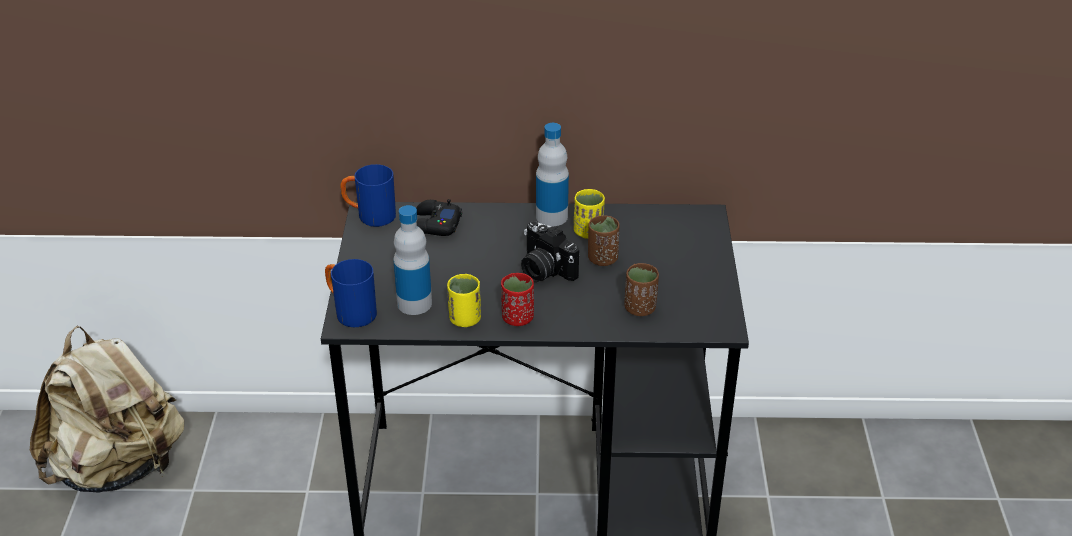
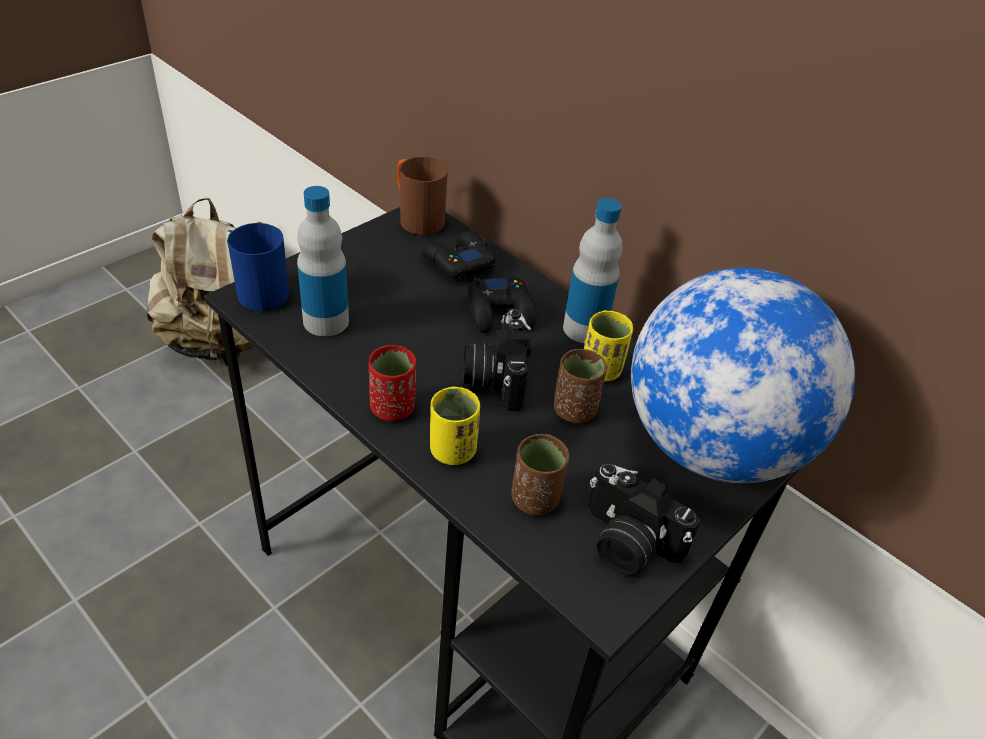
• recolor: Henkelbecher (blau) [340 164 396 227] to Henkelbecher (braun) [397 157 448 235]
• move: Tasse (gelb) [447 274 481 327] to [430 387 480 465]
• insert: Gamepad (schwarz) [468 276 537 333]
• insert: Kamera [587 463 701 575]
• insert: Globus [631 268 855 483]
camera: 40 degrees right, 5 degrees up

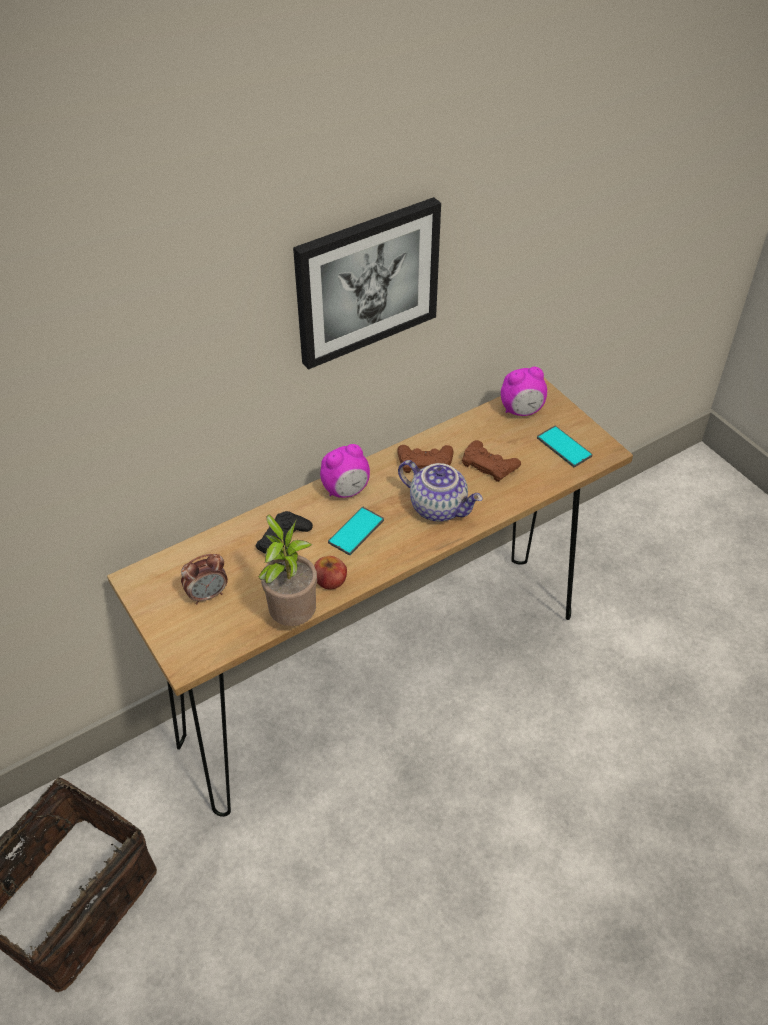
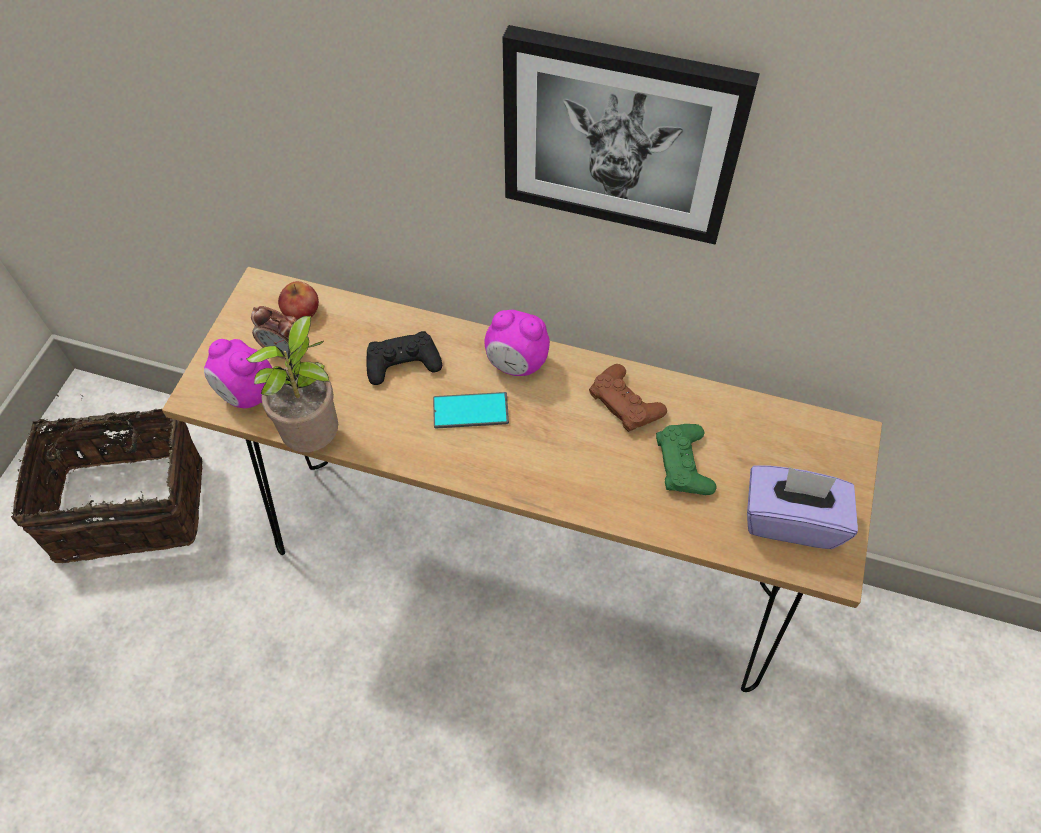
• move: Apfel [314 556 347 590] to [278 281 319 319]
• delete: Teekanne [398 460 483 521]
• recolor: Gamepad (braun) [462 440 521 482] to Gamepad (grün) [656 424 717 495]
• move: Wecker [501 367 547 416] to [204 339 272 408]
• replace: Handy [537 426 592 467] to Taschentuchbox (lila) [747 465 858 549]
camera: 50 degrees right, 10 degrees up

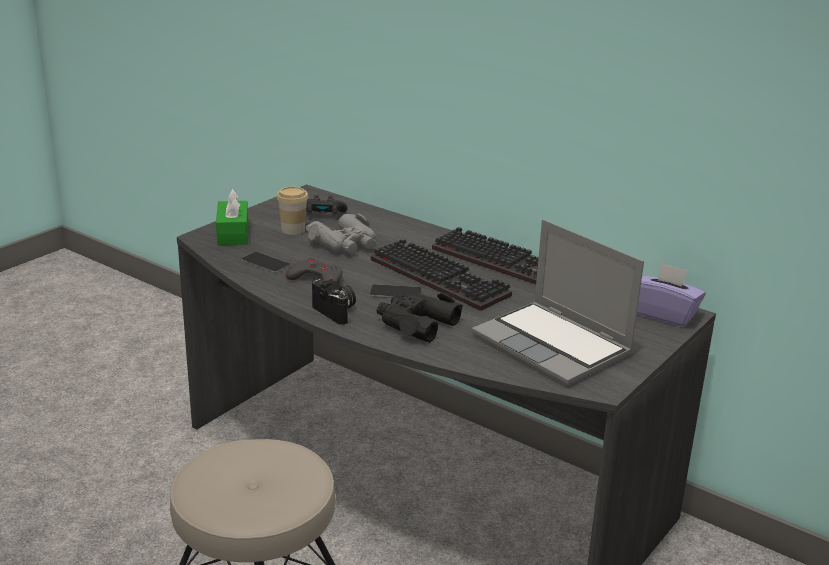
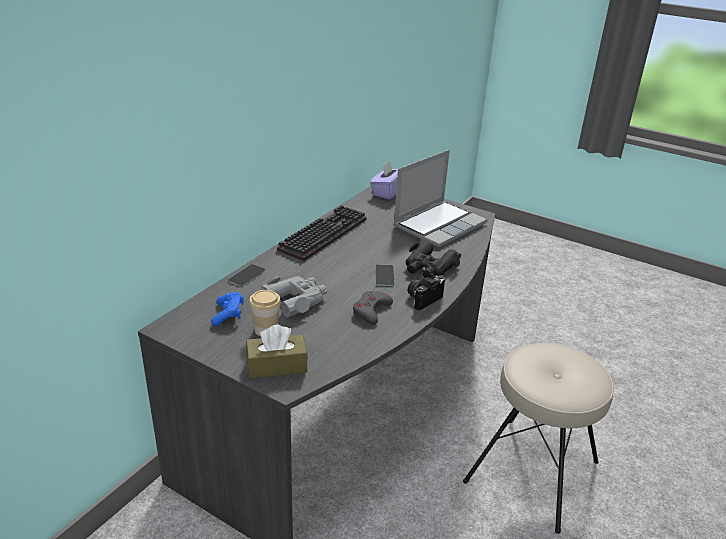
• recolor: Taschentuchbox (grün) [216 189 249 245] to Taschentuchbox (braun) [246 325 308 378]
• move: Handy [241 252 290 273] to [228 264 265 287]
• recolor: Gamepad (schwarz) [306 194 347 216] to Gamepad (blau) [211 292 244 326]
• delete: Tastatur [371 239 512 311]
camera: 95 degrees left, 5 degrees up

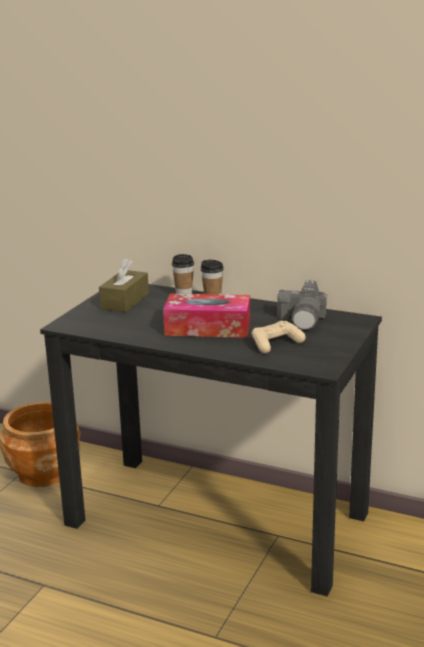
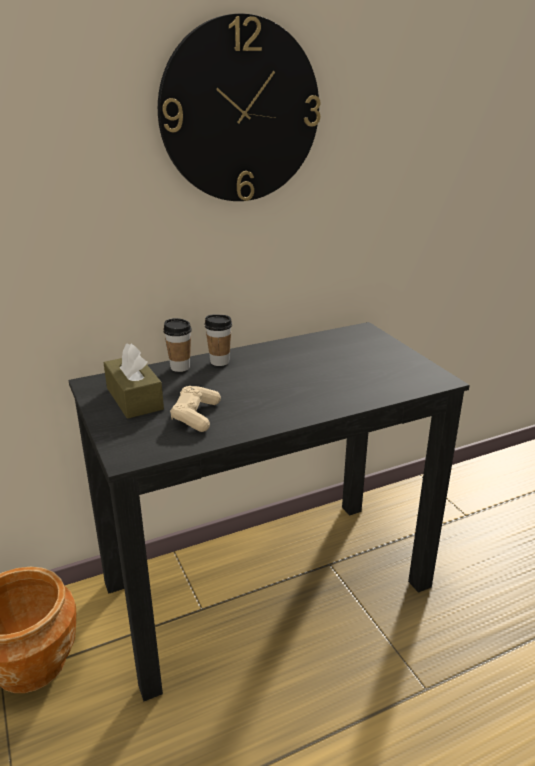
• delete: Taschentuchbox [163 293 250 338]
• move: Gamepad (beige) [252 321 306 354] to [170 386 221 432]
• delete: Kamera [277 281 328 330]
• insert: Wanduhr [158 14 320 201]
camera: 50 degrees left, 5 degrees up

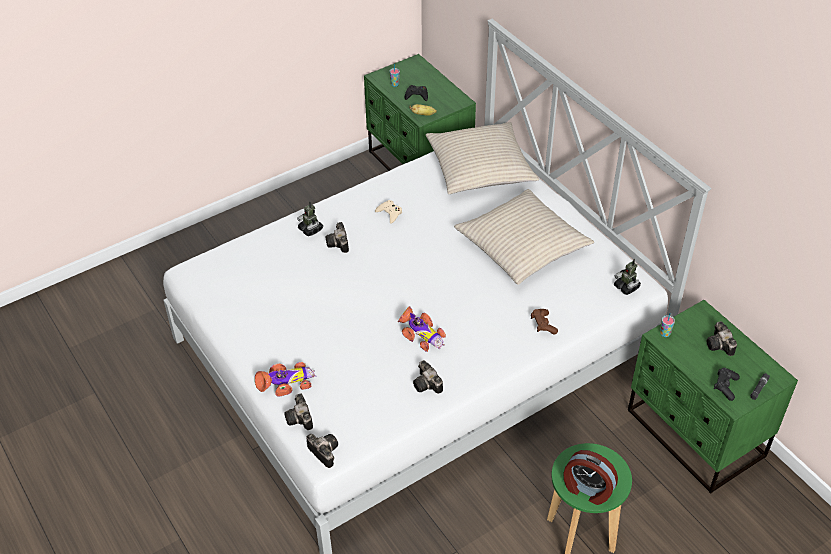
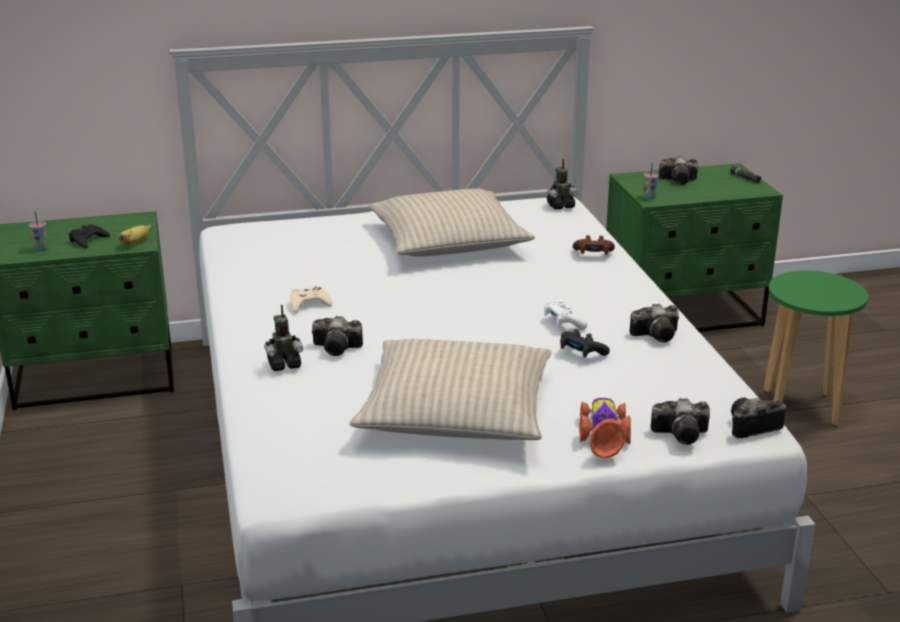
• replace: Spielzeugauto [398 306 446 352] to Gamepad (weiß) [544 300 587 330]
• move: Kissen (beige) [426 122 539 194] to [349 339 552 440]
• delete: Wecker [563 450 618 505]
• move: Gamepad (schwarz) [714 368 740 401] to [560 329 610 358]
camera: 70 degrees left, 20 degrees down

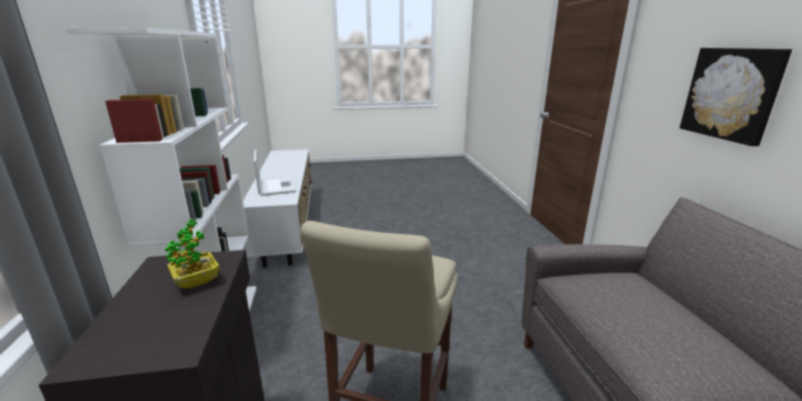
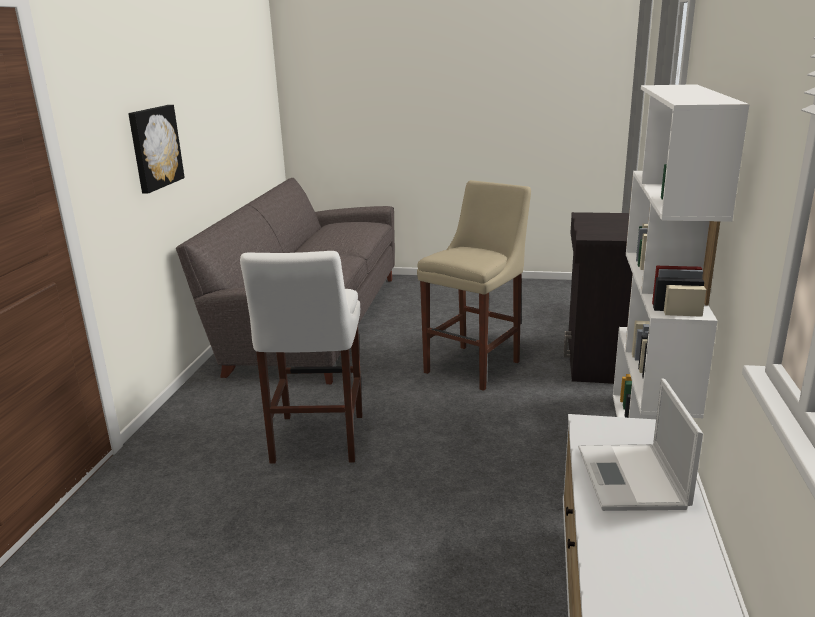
• delete: Topfpflanze [165 219 220 289]
• insert: Hocker (weiß) [240 251 362 464]
camera: 160 degrees left, 0 degrees up

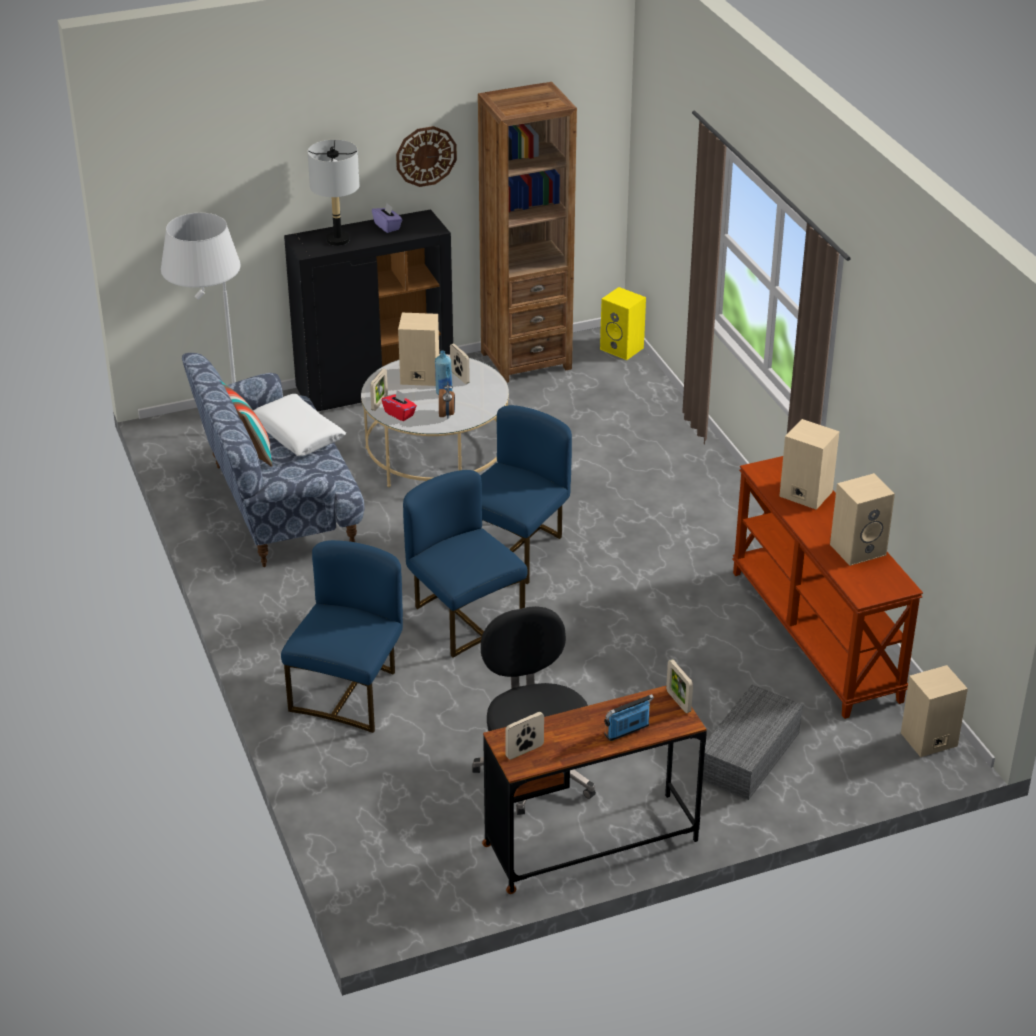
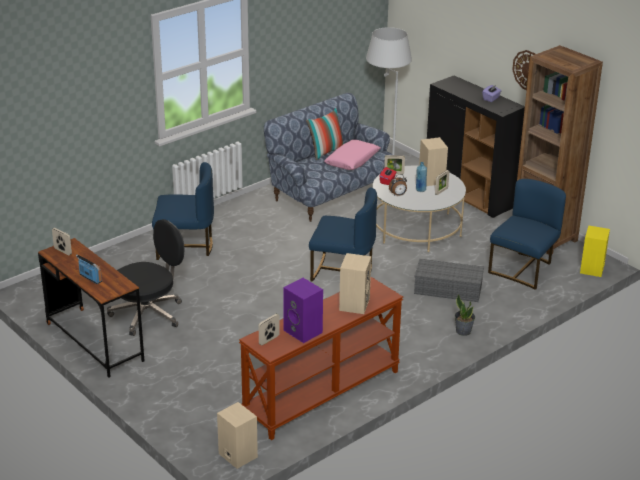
• recolor: Kissen (weiß) [253 394 346 456] to Kissen (rosa) [324 140 380 170]
• delete: Tischlampe (grau) [307 140 360 246]
• move: Stuhl (blau) [403 470 528 658] to [488 179 566 290]
• move: Bilderrahmen [666 659 693 713] to [259 314 280 346]
• move: Aufbewahrungsbox (grau) [699 685 803 800] to [414 259 484 302]
• recolor: Lautsprecher (beige) [830 473 895 566] to Lautsprecher (lila) [283 278 323 343]
• insert: Topfpflanze [455 294 475 336]
camera: 70 degrees right, 5 degrees down

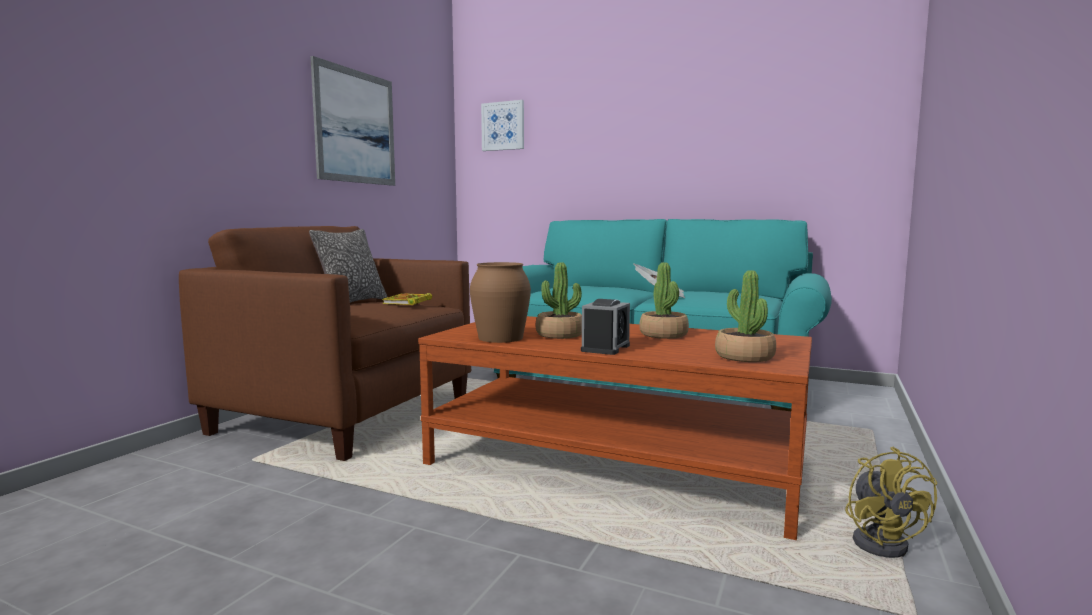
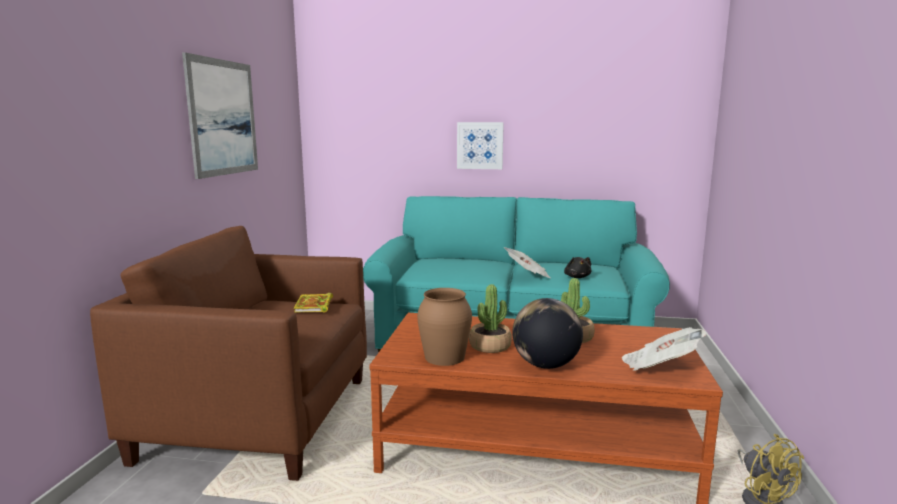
• delete: Kissen [309 229 387 303]
• move: Bild [481 100 524 151] to [457 122 504 169]
• replace: Wecker [581 299 630 355] to Globus [512 298 583 369]
• replace: Topfpflanze [715 270 776 362] to Zeitung [622 327 706 371]
• insert: Plüschtier (schwarz) [564 257 591 278]
camera: 15 degrees left, 5 degrees up

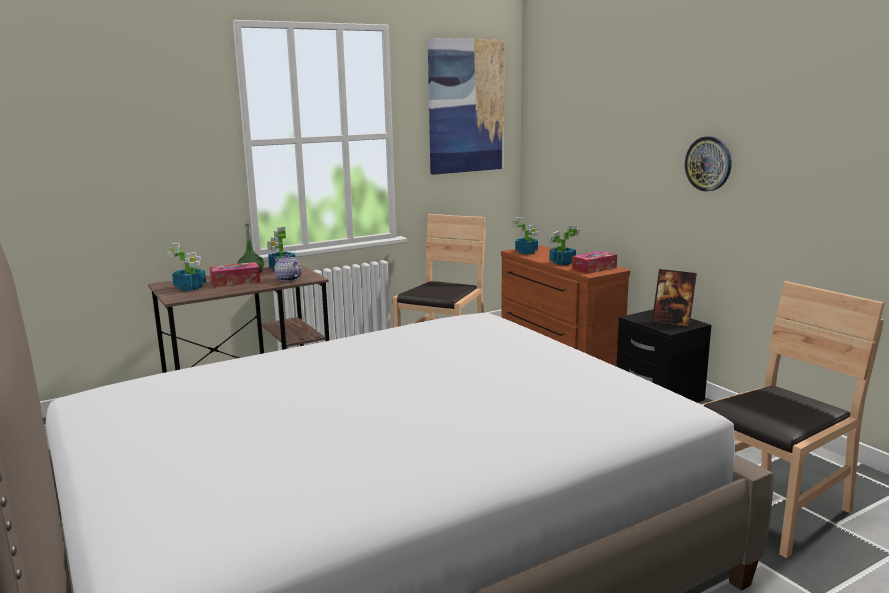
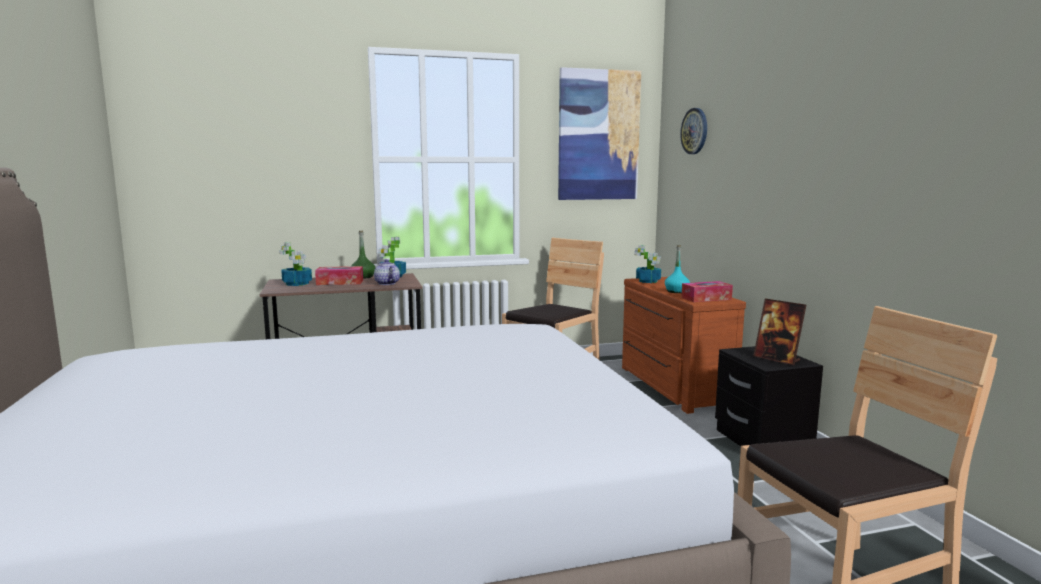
• replace: Topfpflanze [549 225 580 265] to Flasche (türkis) [665 245 690 293]
• move: Wanduhr [685 136 731 191] to [680 108 707 154]
camera: 15 degrees right, 5 degrees down

